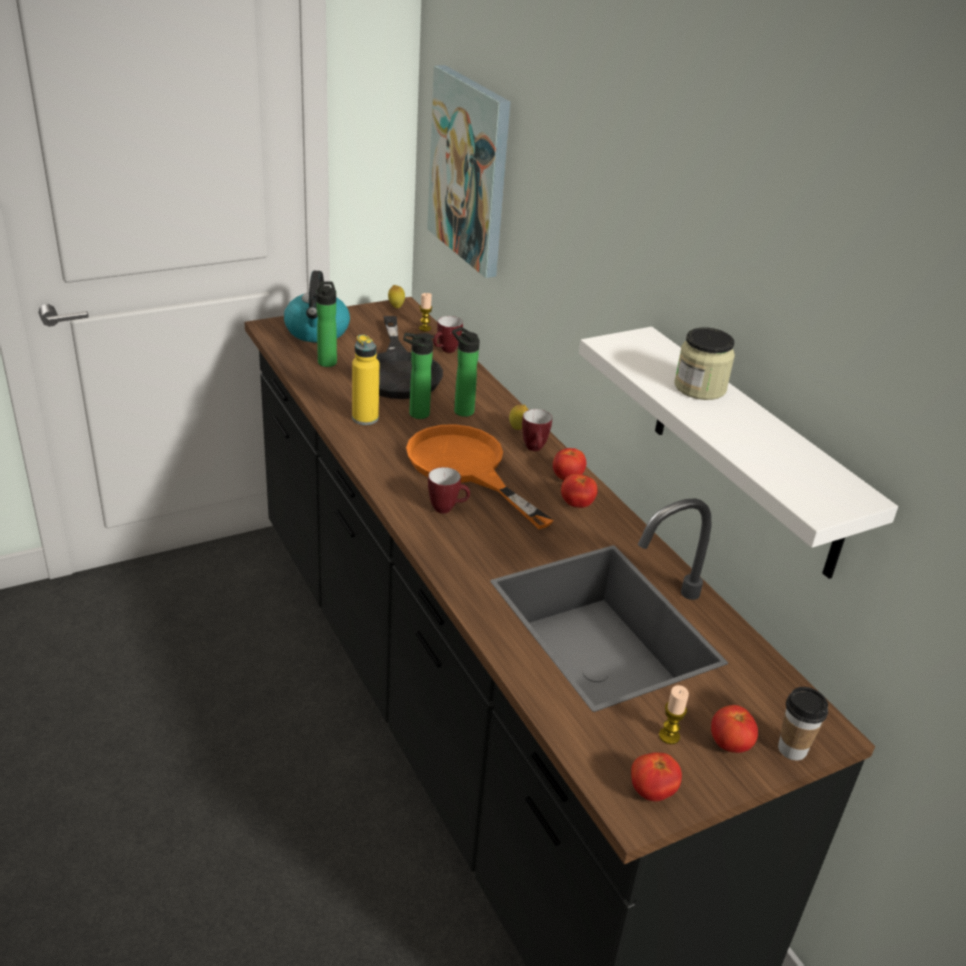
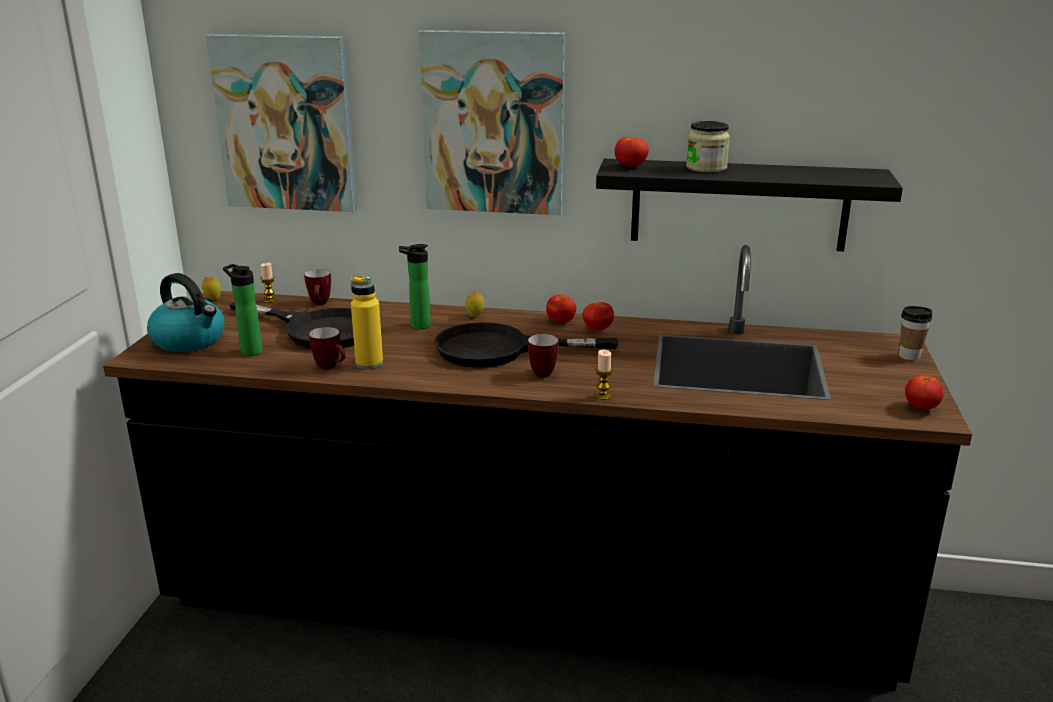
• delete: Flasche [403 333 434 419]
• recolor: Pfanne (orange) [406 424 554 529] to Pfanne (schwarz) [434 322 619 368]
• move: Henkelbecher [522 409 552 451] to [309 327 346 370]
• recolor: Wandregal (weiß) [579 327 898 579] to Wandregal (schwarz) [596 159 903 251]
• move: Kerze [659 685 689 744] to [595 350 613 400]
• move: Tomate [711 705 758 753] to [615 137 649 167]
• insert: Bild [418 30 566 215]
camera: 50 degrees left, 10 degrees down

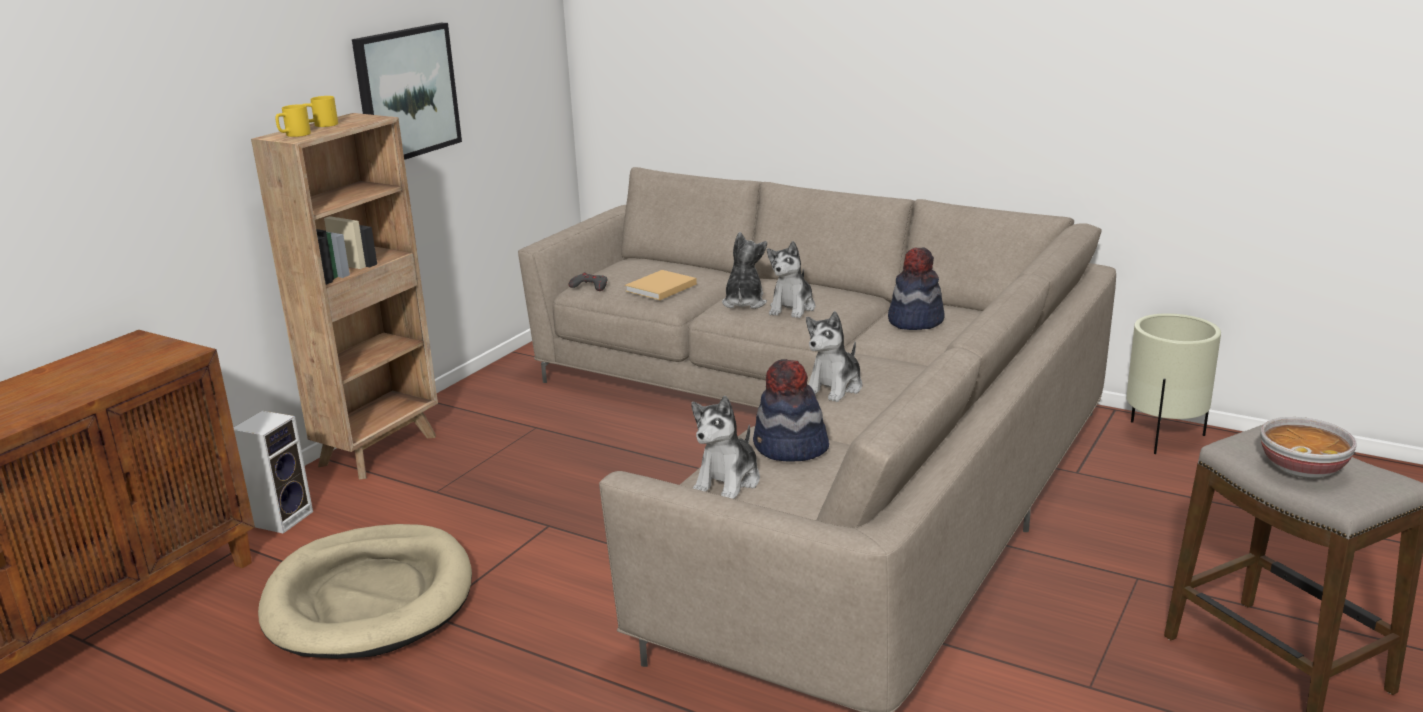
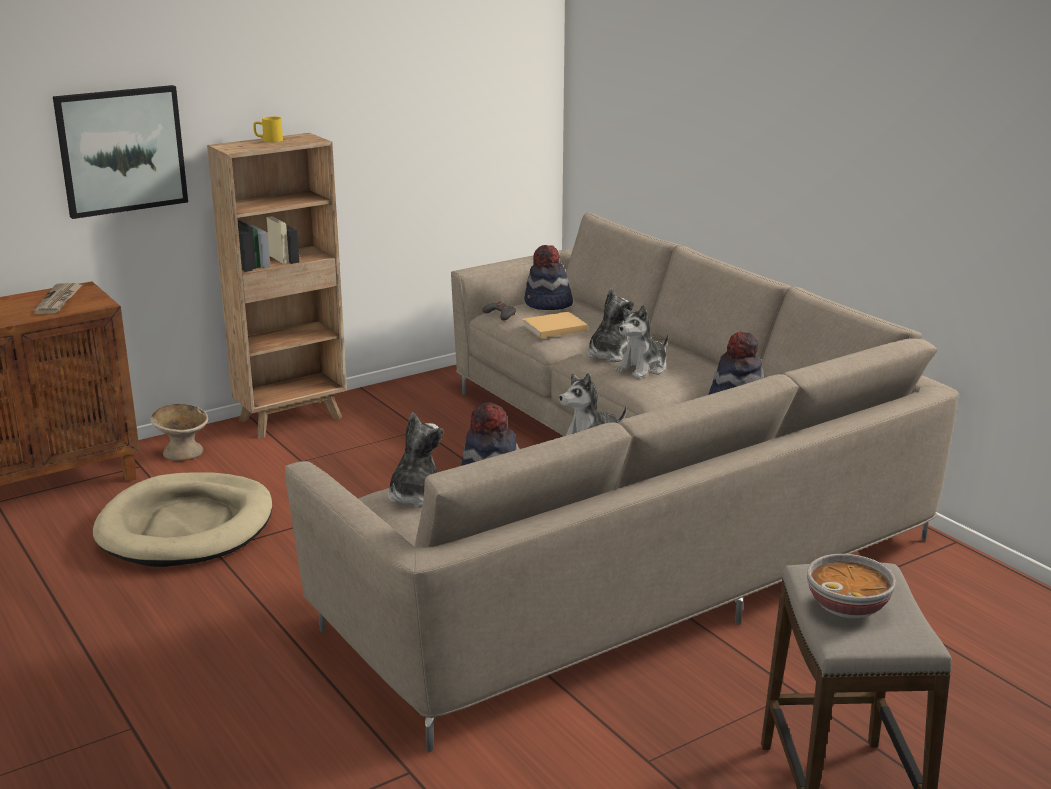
• replace: Lautsprecher [233 410 313 534] to Schüssel (beige) [151 404 208 461]
• delete: Henkelbecher (gelb) [275 104 311 137]
• move: Bild [352 23 462 160] to [53 85 188 219]
• rotate: Plüschtier [691 396 760 499] = [388 412 443 507] 150 degrees clockwise
• delete: Pflanzkübel (beige) [1126 313 1221 454]
• insert: Zeitung [33 283 82 314]
• insert: Hut [524 245 573 310]
camera: 25 degrees right, 0 degrees up

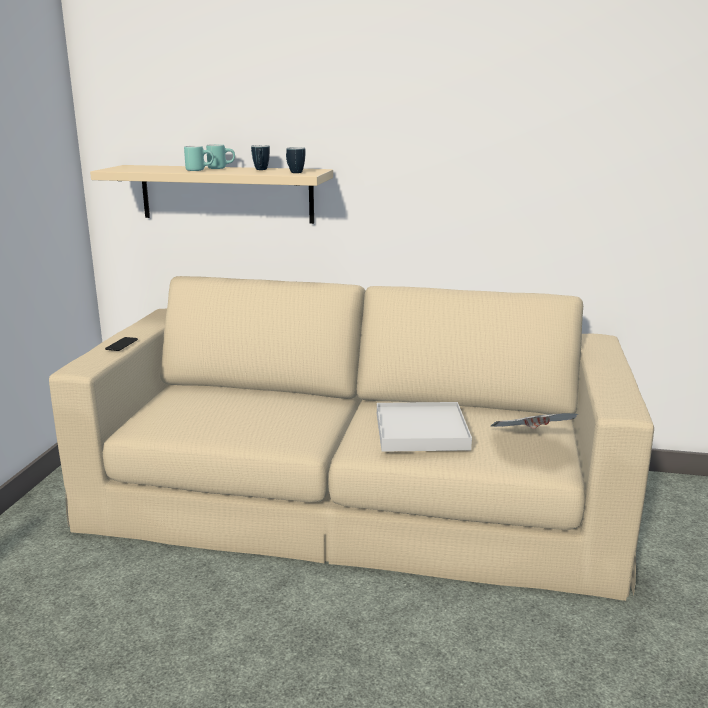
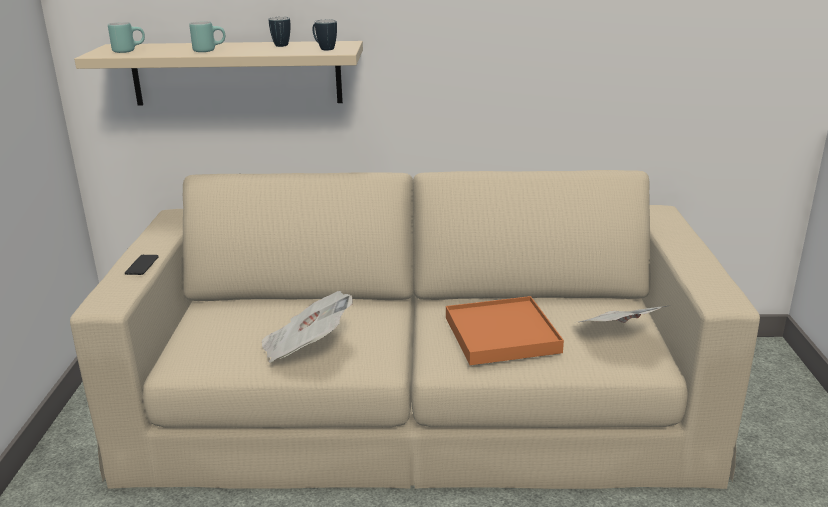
• move: Henkelbecher (türkis) [206 144 235 169] to [108 22 145 53]
• recolor: Tablett (weiß) [377 402 472 452] to Tablett (orange) [446 296 564 365]
• insert: Zeitung [261 291 353 363]
camera: 10 degrees left, 5 degrees up

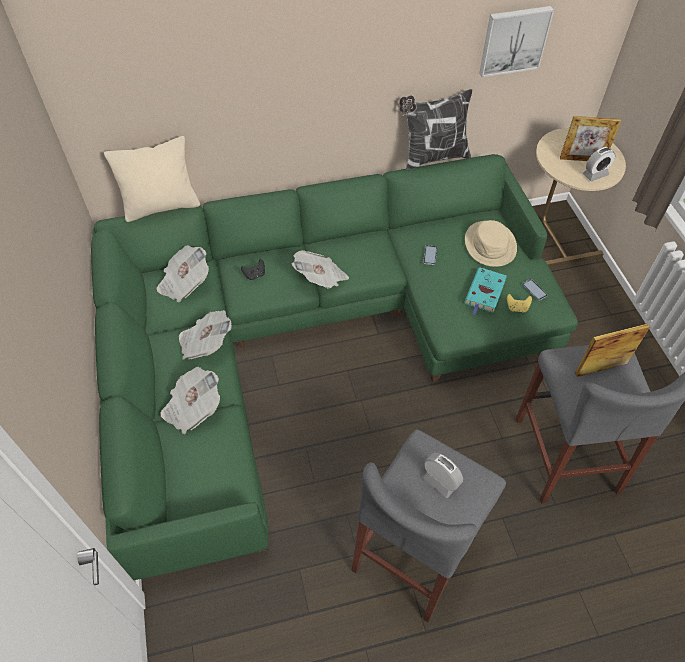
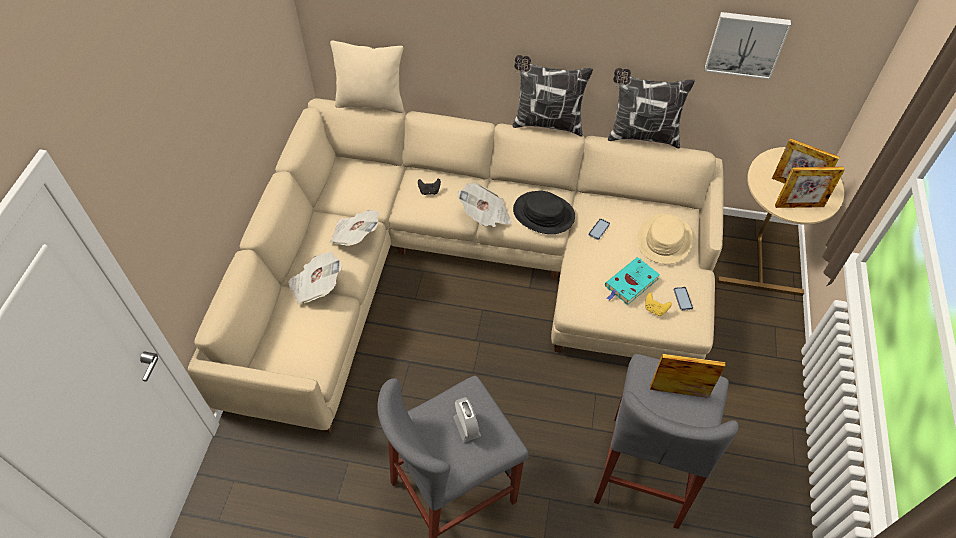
• recolor: Sofa (grün) [91 154 578 580] to Sofa (beige) [188 98 723 434]
• delete: Zeitung [157 245 209 302]
• replace: Wecker [583 147 615 181] to Bilderrahmen [775 167 845 208]
• insert: Kissen [513 55 593 136]
• insert: Hut (schwarz) [513 191 575 234]
camera: 25 degrees right, 0 degrees up

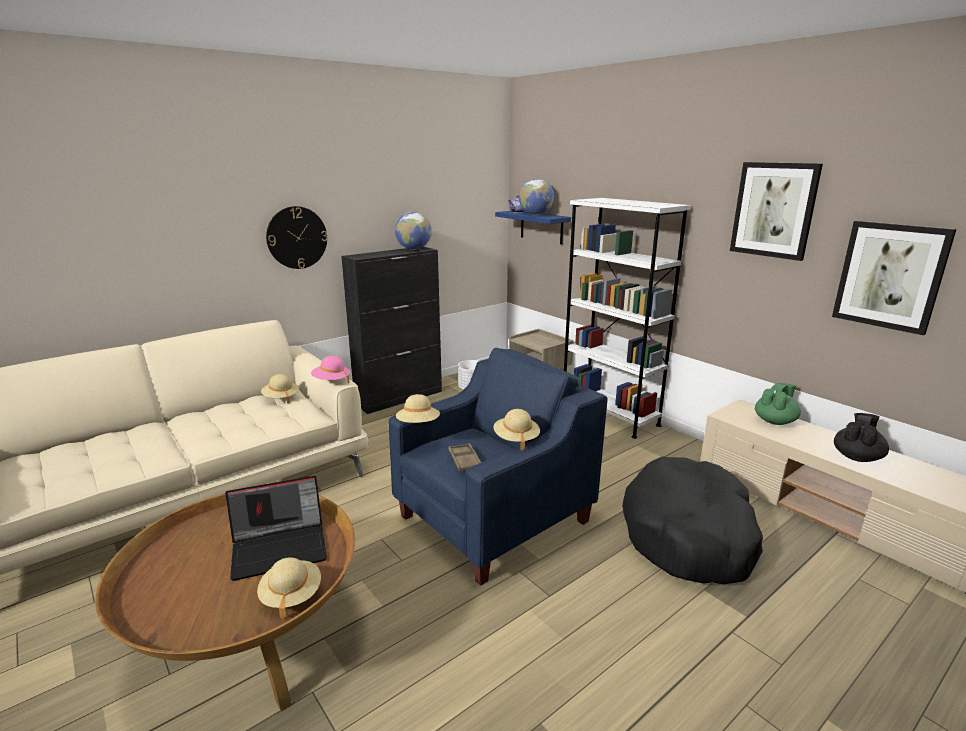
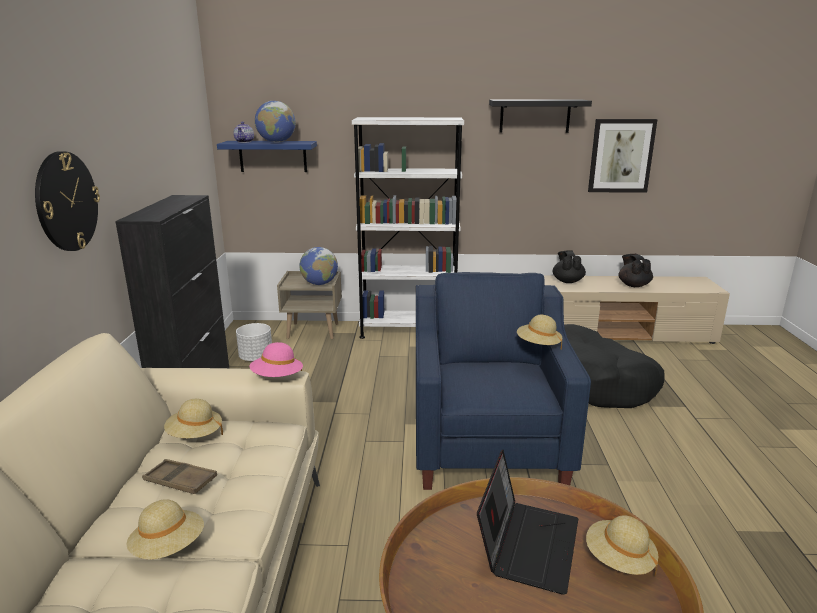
• move: Globus [395 212 432 250] to [300 247 338 285]
• move: Hut (beige) [396 394 440 423] to [127 499 204 559]
• move: Tablett (braun) [448 443 481 472] to [142 459 217 494]
• replace: Bild [730 162 823 261] to Wandregal (schwarz) [489 100 592 133]
• recolor: Teekanne (grün) [755 383 801 425] to Teekanne (schwarz) [553 250 586 283]
camera: 50 degrees left, 0 degrees up

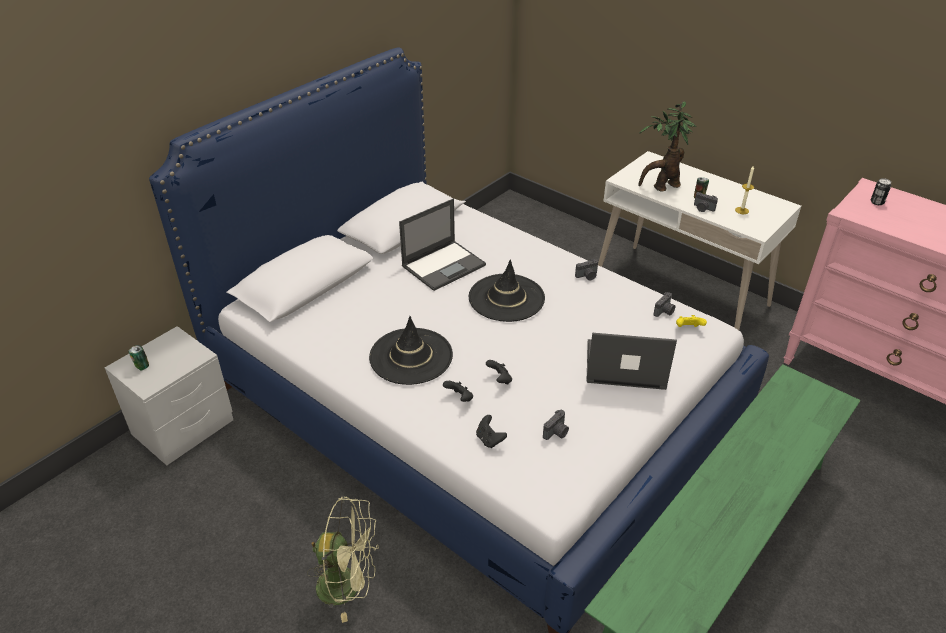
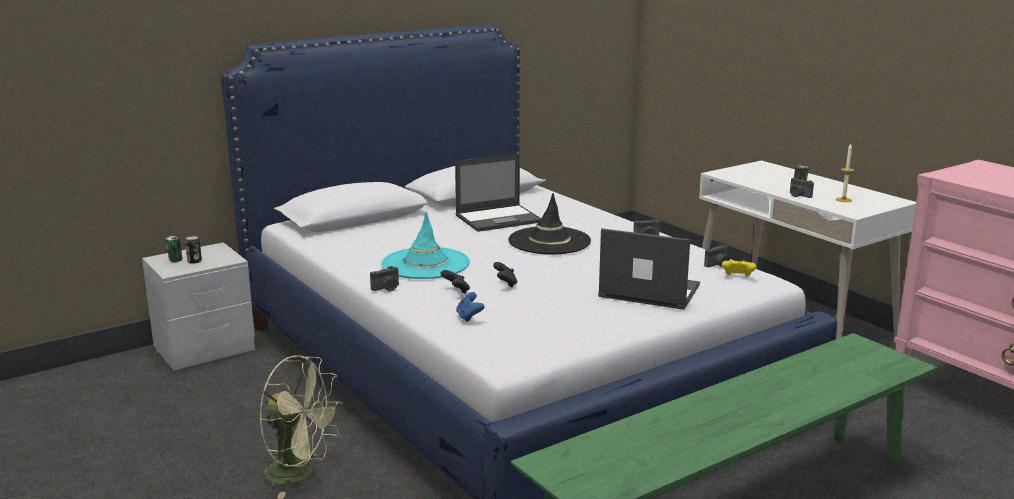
• recolor: Hut (schwarz) [369 316 453 385] to Hut (türkis) [381 212 470 279]
• recolor: Gamepad (schwarz) [476 415 507 448] to Gamepad (blau) [456 292 484 322]
• move: Kamera [543 410 569 440] to [370 266 399 292]
• delete: Topfpflanze [638 100 696 191]
• move: Dose [871 178 891 205] to [185 236 202 264]
camera: 15 degrees right, 20 degrees down

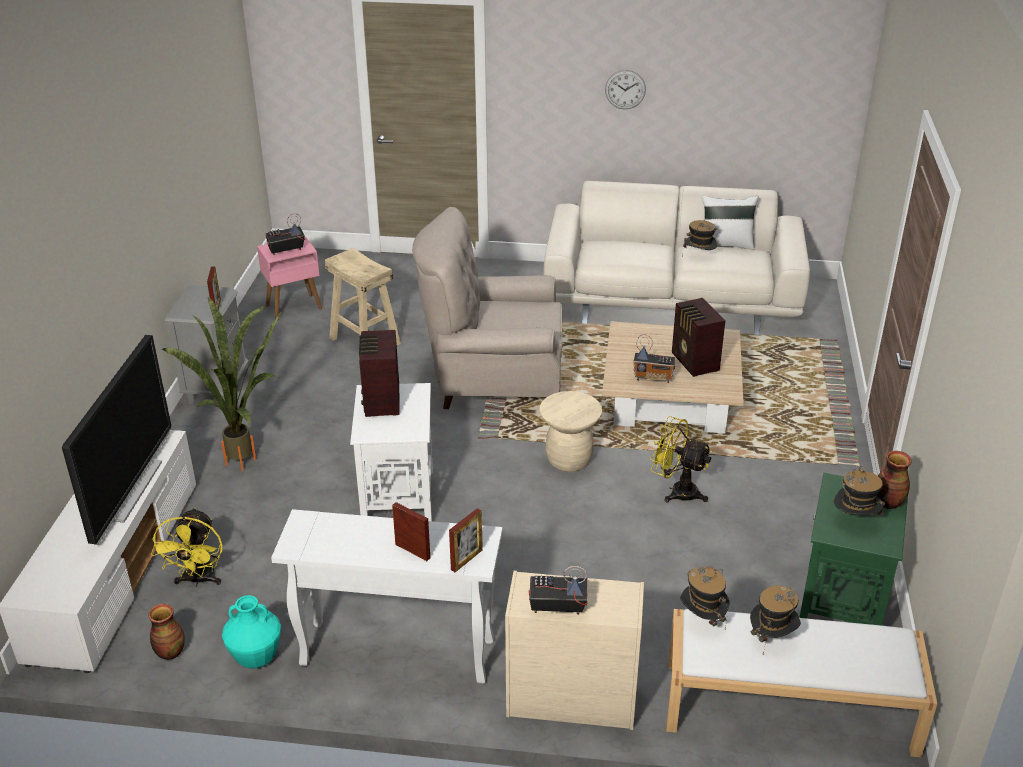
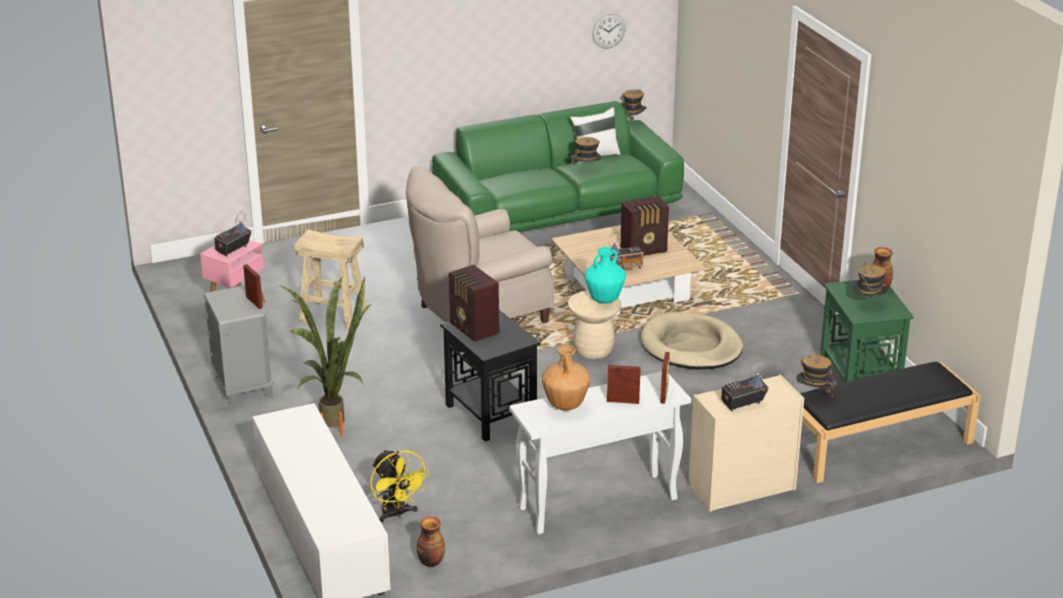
• delete: Fernseher [62 335 171 545]
• move: Vase (türkis) [222 595 281 669] to [584 247 626 303]
• recolor: Beistelltisch (weiß) [350 383 433 521] to Beistelltisch (schwarz) [440 310 540 442]
• recolor: Sofa (beige) [543 181 810 335] to Sofa (grün) [432 101 684 232]
• move: Wanduhr [605 70 646 109] to [592 14 625 49]
• replace: Ventilator (gelb) [650 416 712 503] to Hundebett (beige) [641 312 743 370]
• recolor: Bank (weiß) [666 609 937 757] to Bank (schwarz) [800 362 980 483]
• rotate: Radio [672 298 725 377] = [620 196 669 256] 60 degrees counterclockwise
• move: Hut [750 585 801 654] to [622 89 647 127]
• insert: Vase (braun) [542 345 590 410]
camera: 30 degrees left, 5 degrees down

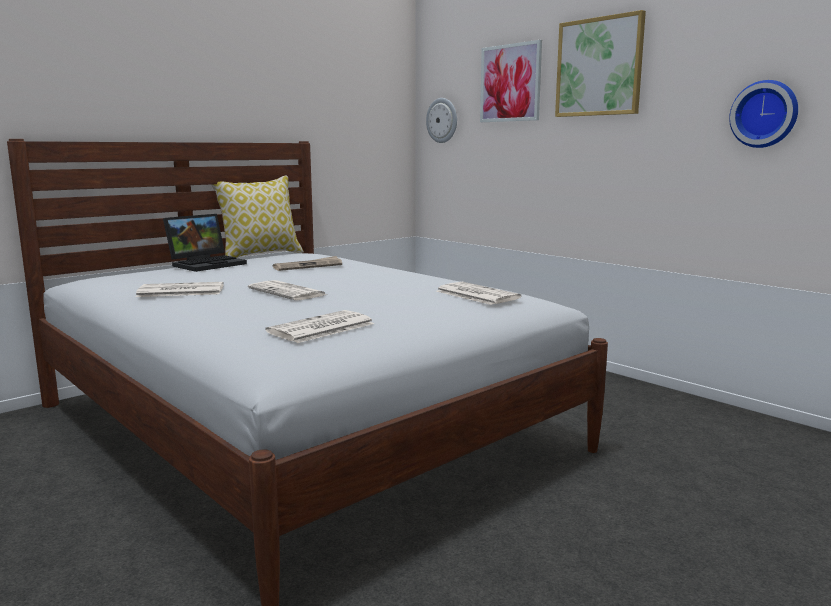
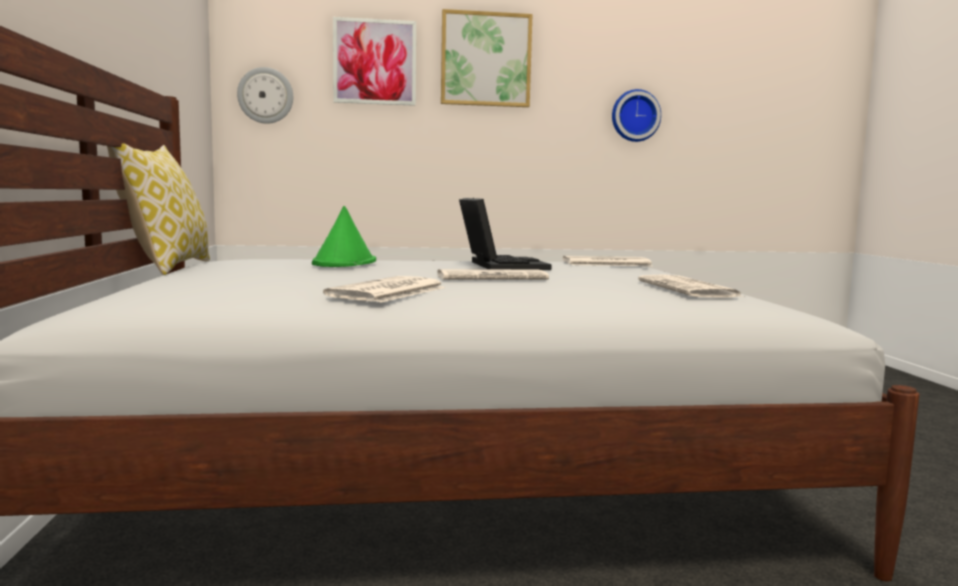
• move: Laptop [163 214 247 272] to [459 198 552 270]
• replace: Zeitung [273 256 342 271] to Hut (grün) [312 206 376 267]
camera: 55 degrees left, 5 degrees down

